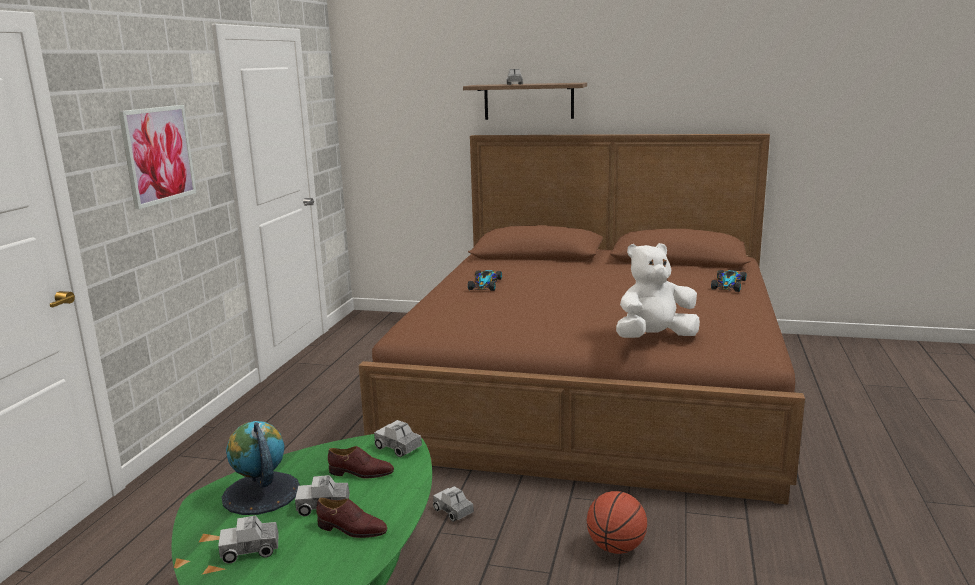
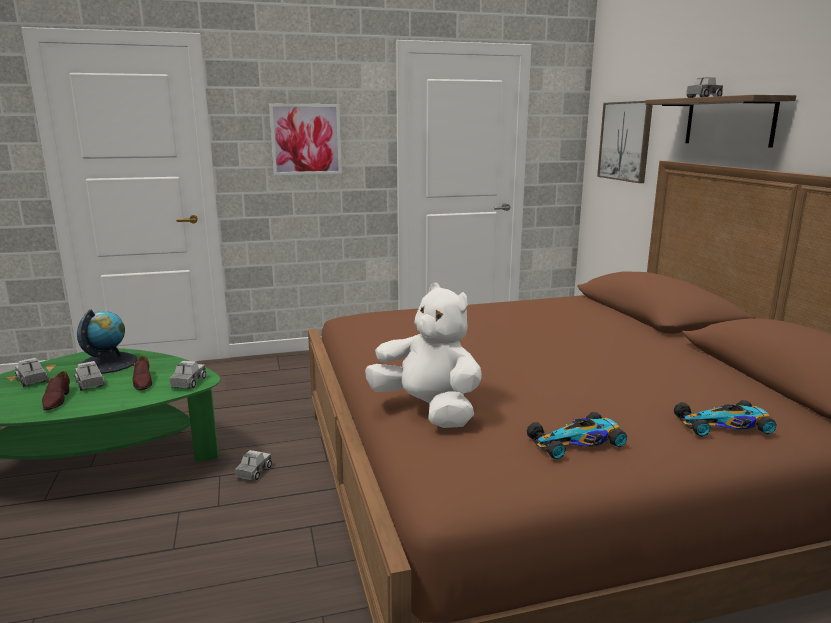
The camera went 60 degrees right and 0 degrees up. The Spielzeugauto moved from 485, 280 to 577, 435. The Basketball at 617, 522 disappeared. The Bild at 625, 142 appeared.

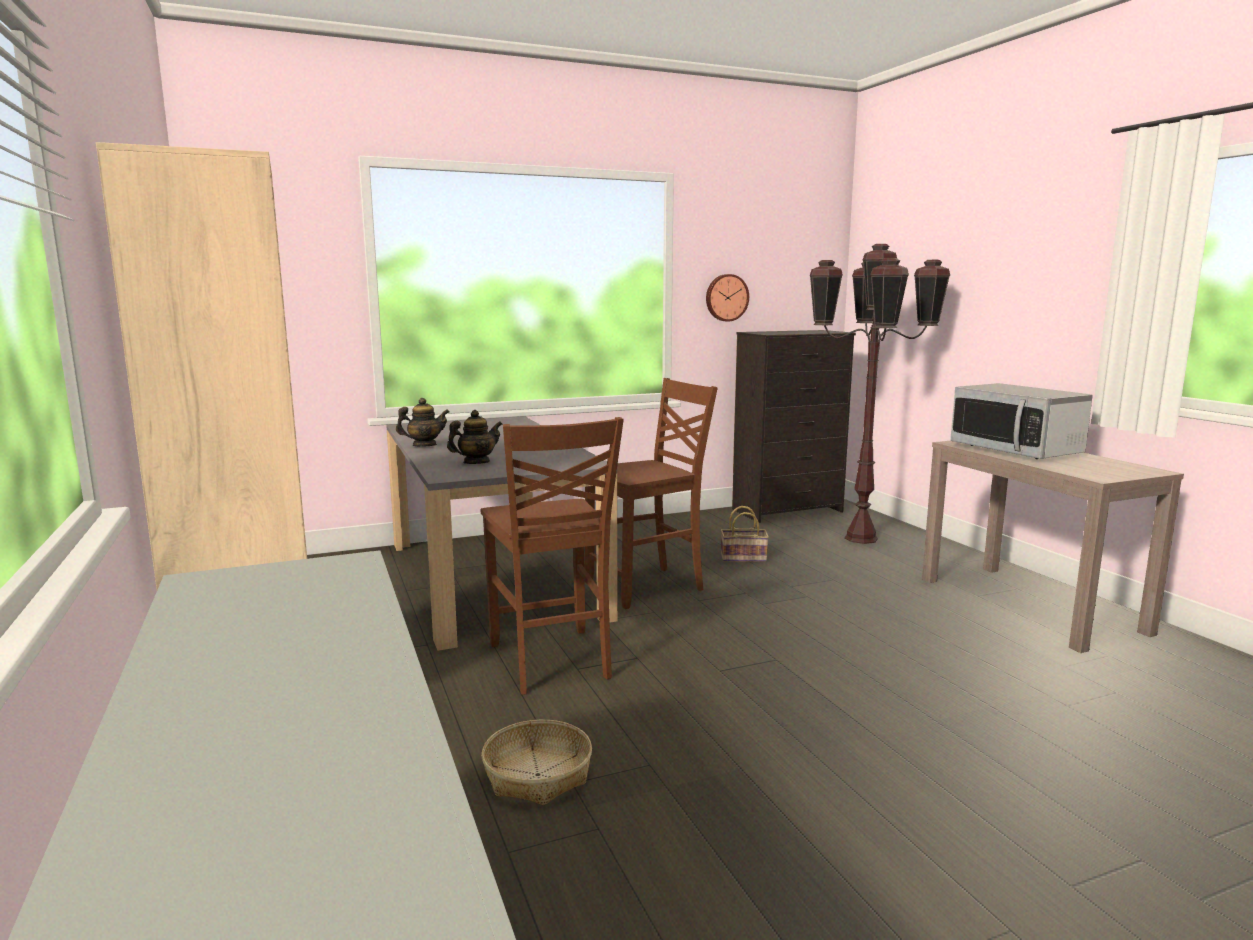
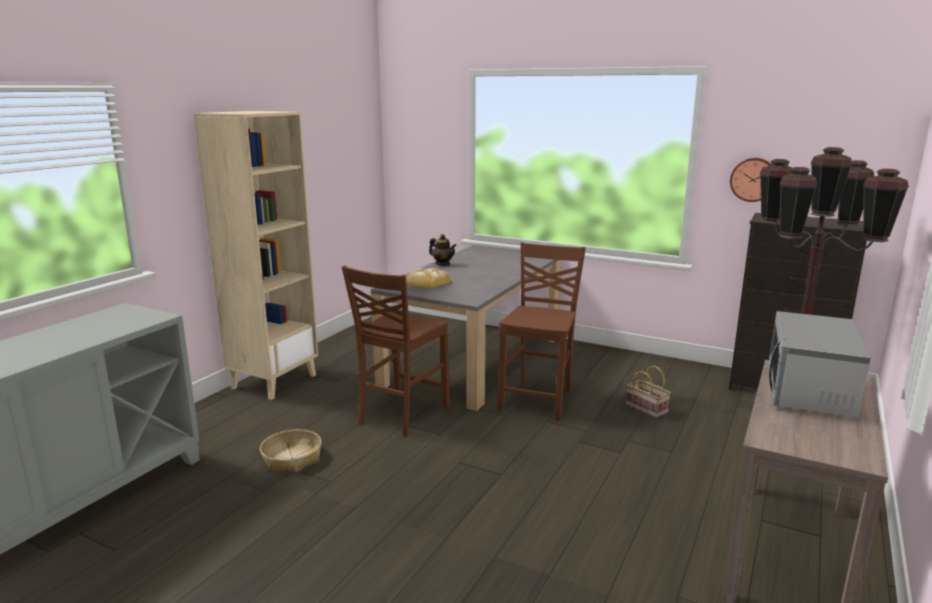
The camera went 50 degrees right and 5 degrees up. The Stuhl (braun) at 651, 493 turned 90 degrees counterclockwise. The Teekanne at 475, 437 was replaced by the Brot at 428, 278.

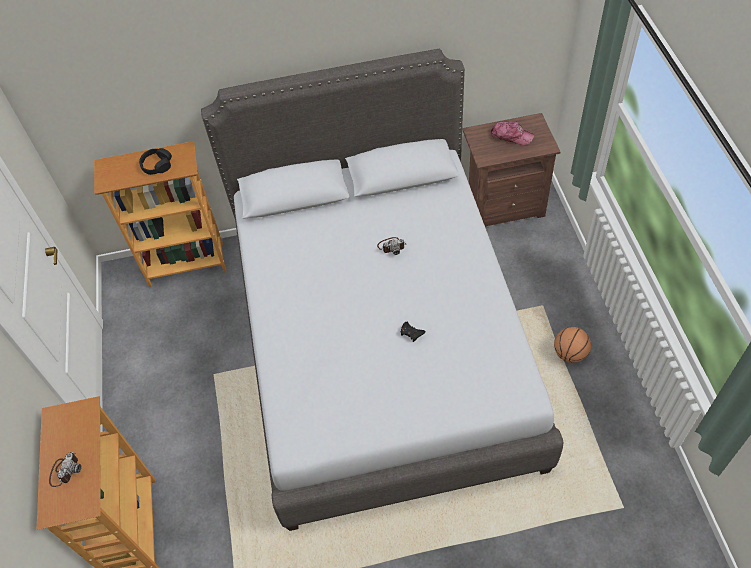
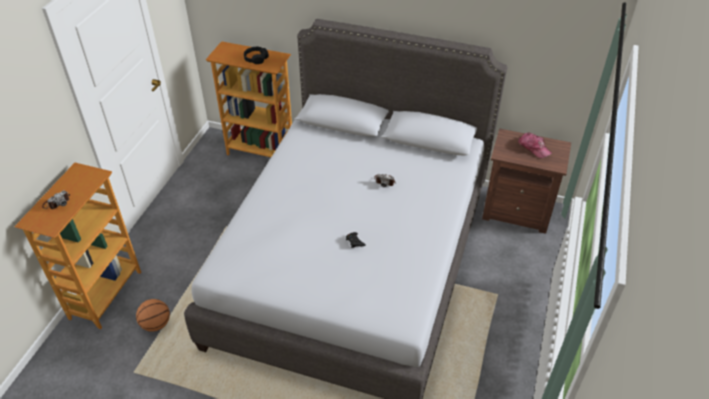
The camera went 25 degrees right and 10 degrees down. The Basketball moved from 572, 345 to 153, 315.

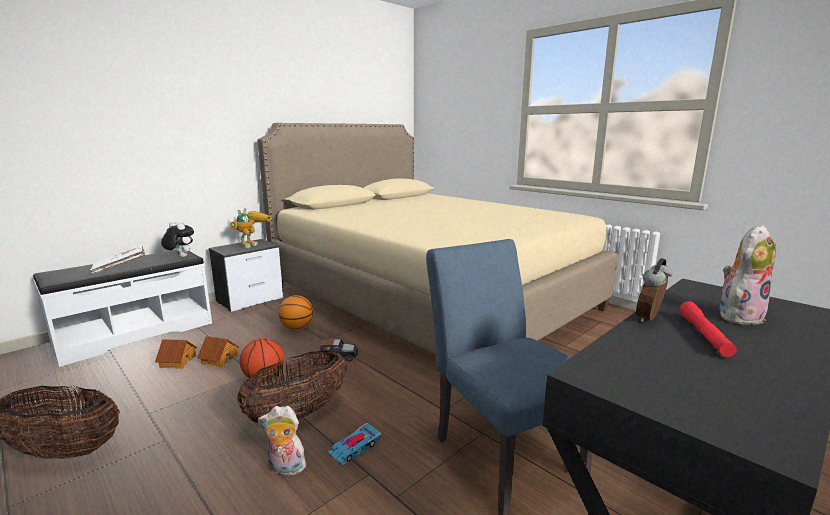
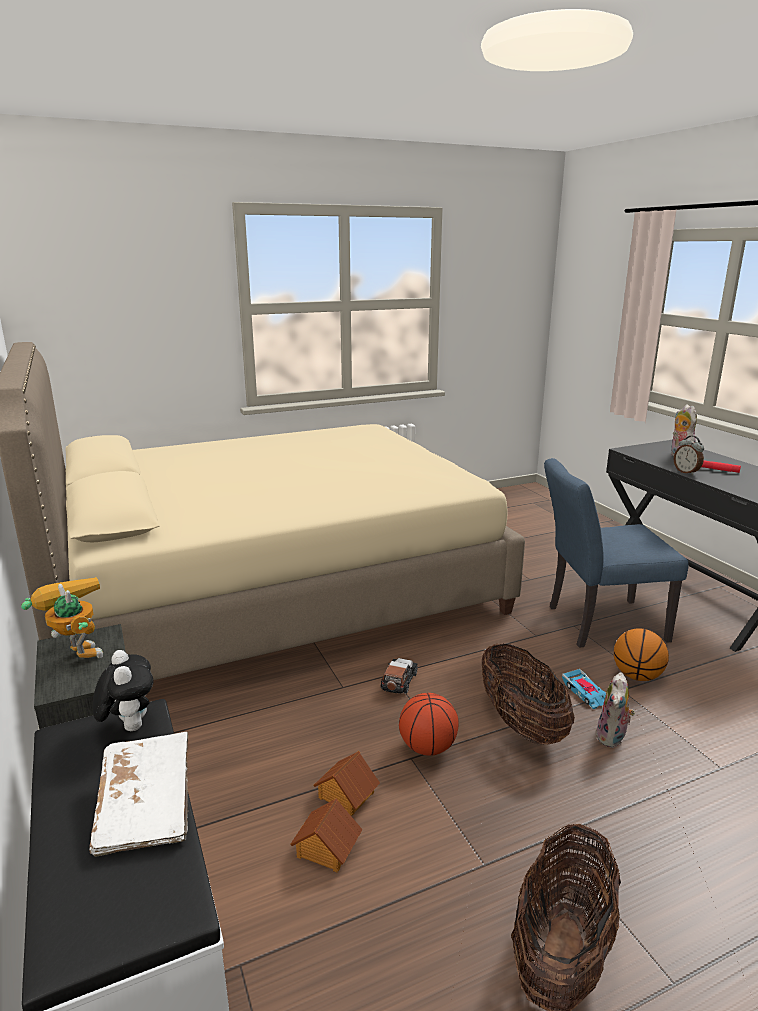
The camera went 70 degrees left and 5 degrees up. The Plüschtier at 177, 239 turned 105 degrees clockwise. The Basketball moved from 295, 312 to 641, 654.

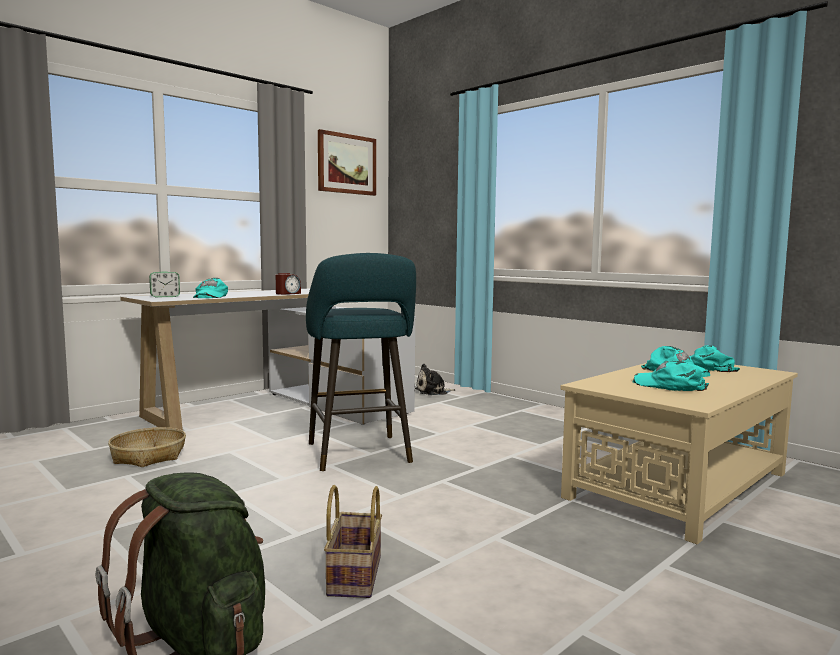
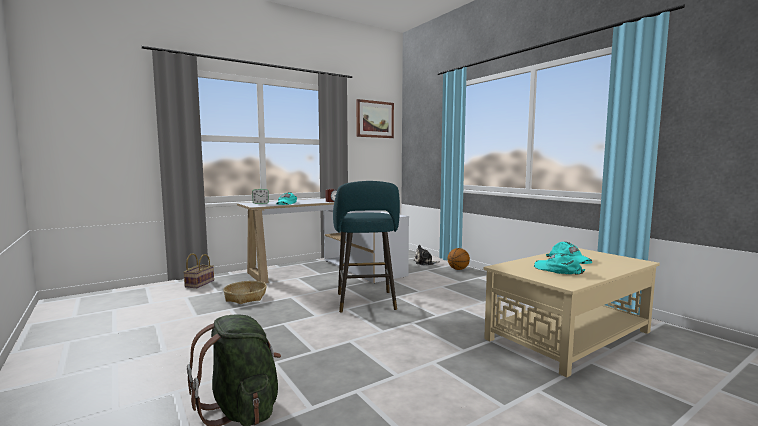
The camera went 10 degrees right and 0 degrees up. The Kappe (türkis) at 714, 358 disappeared. The Korb moved from 353, 541 to 198, 270. The Basketball at 459, 259 appeared.

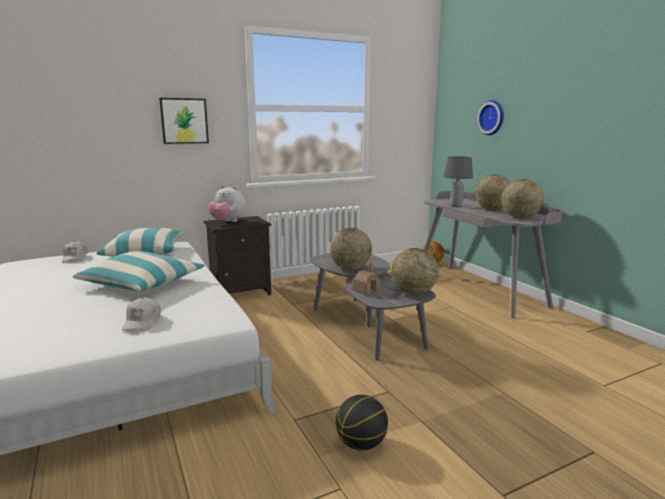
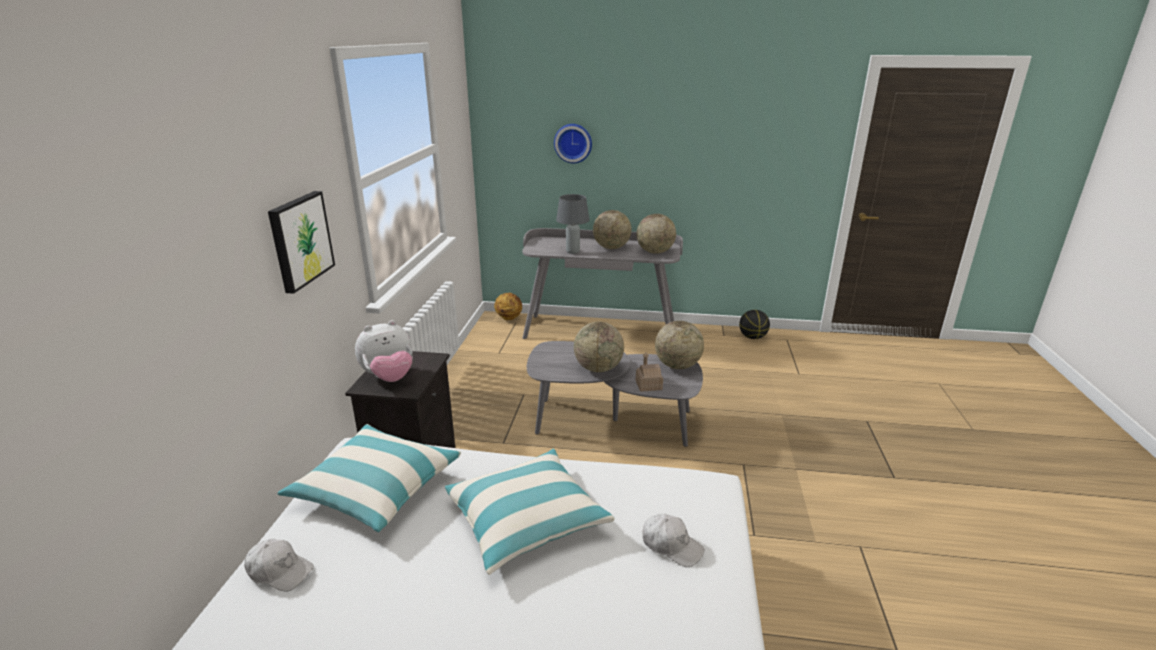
The camera went 55 degrees left and 10 degrees up. The Basketball moved from 362, 422 to 754, 324.

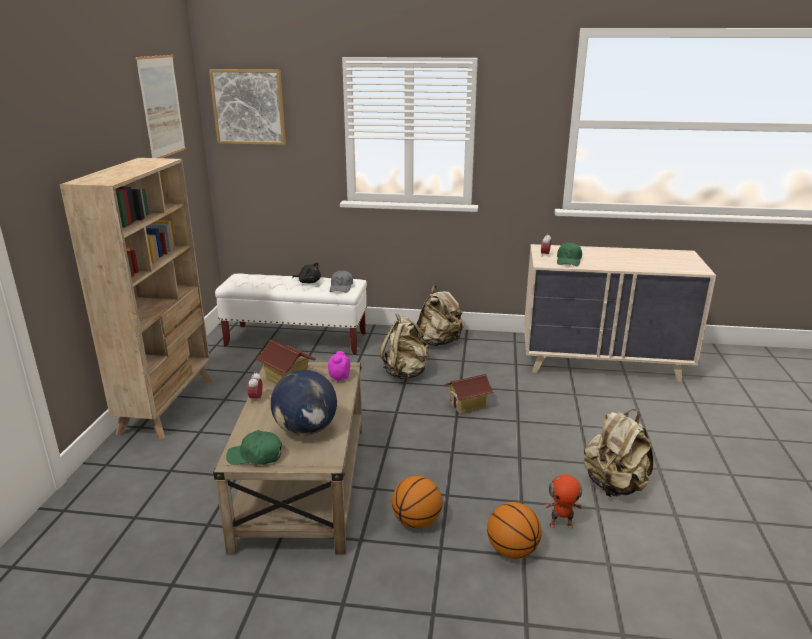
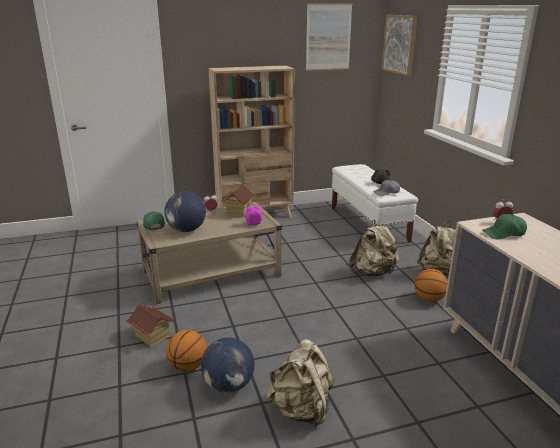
The camera went 65 degrees right and 0 degrees up. The Spielzeughaus moved from 469, 394 to 150, 325. The Spielzeugroboter at 563, 500 was replaced by the Globus at 228, 365. The Basketball moved from 417, 502 to 431, 285.

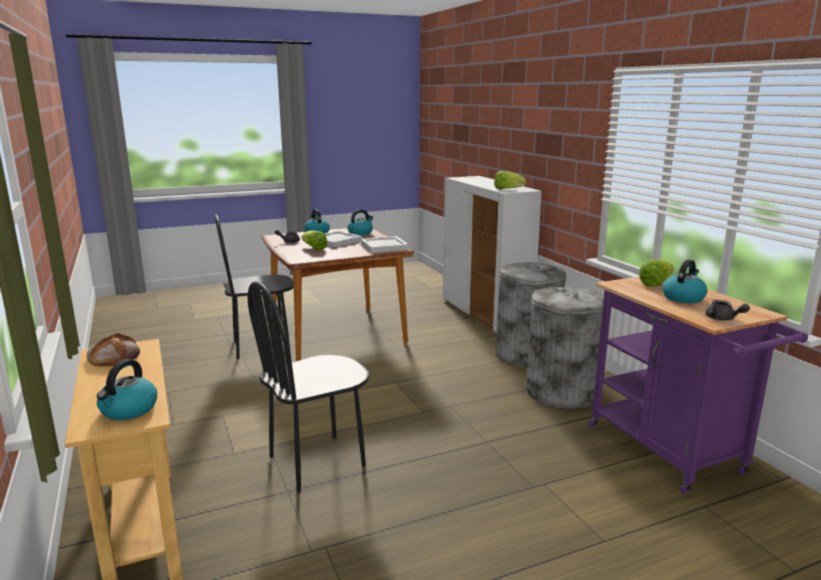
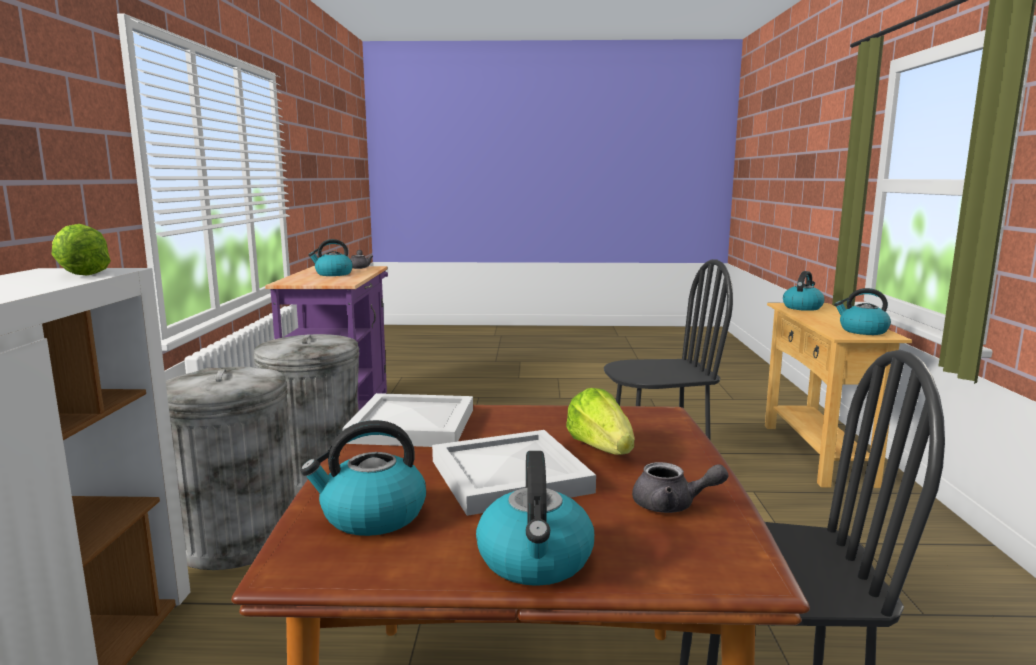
The camera went 155 degrees left and 5 degrees down. The Salatkopf at 656, 273 disappeared. The Brot at 113, 349 was replaced by the Wasserkessel at 862, 311.

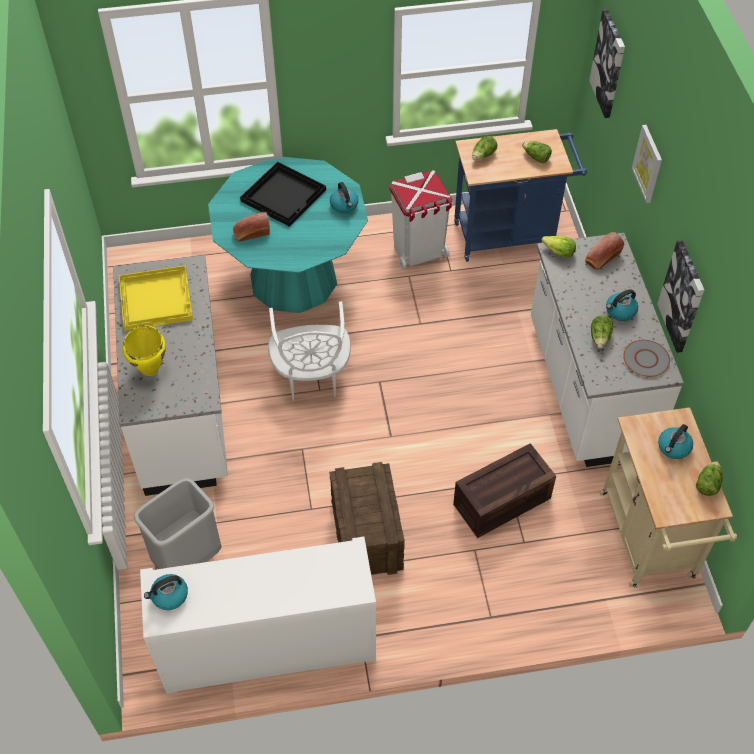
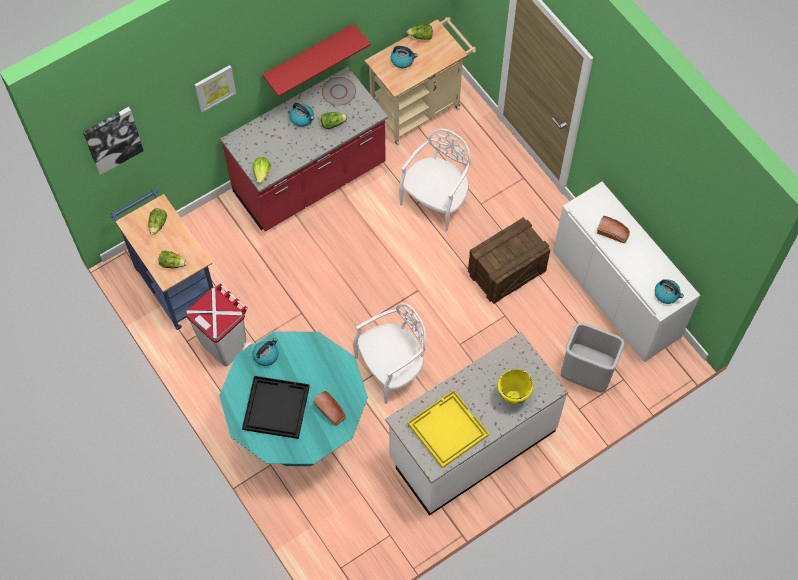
The camera went 115 degrees left and 10 degrees up. The Brot moved from 604, 251 to 613, 229. The Küchenzeile (weiß) at 607, 350 became the Küchenzeile (rot) at 304, 149. The Bild at 680, 296 was replaced by the Wandregal (rot) at 316, 60. The Kiste at 504, 490 was replaced by the Stuhl (weiß) at 435, 180.

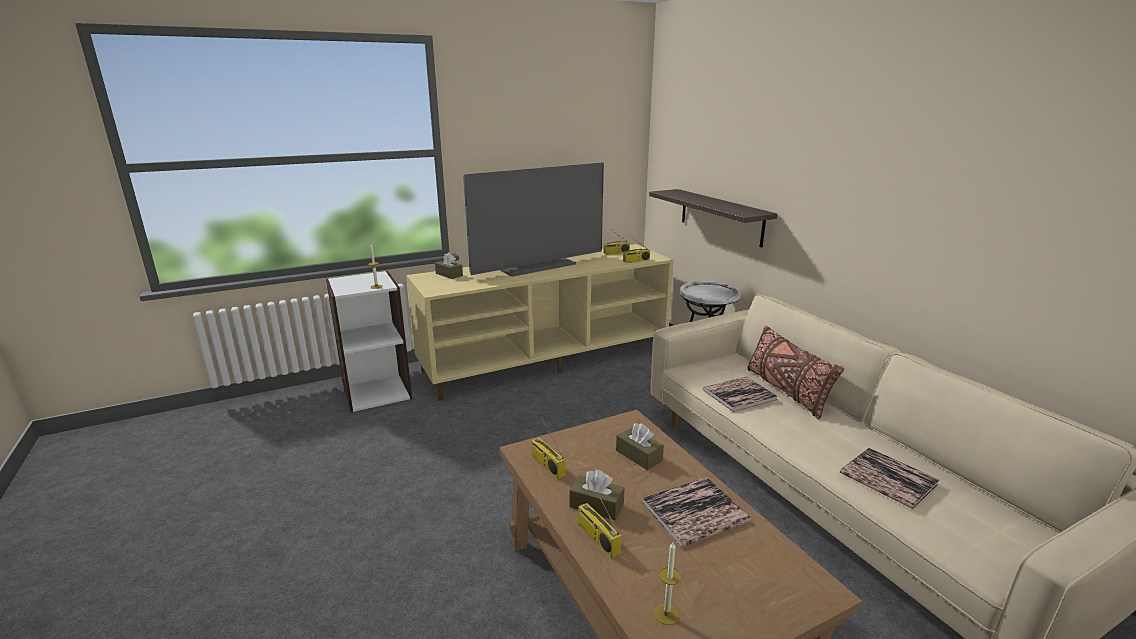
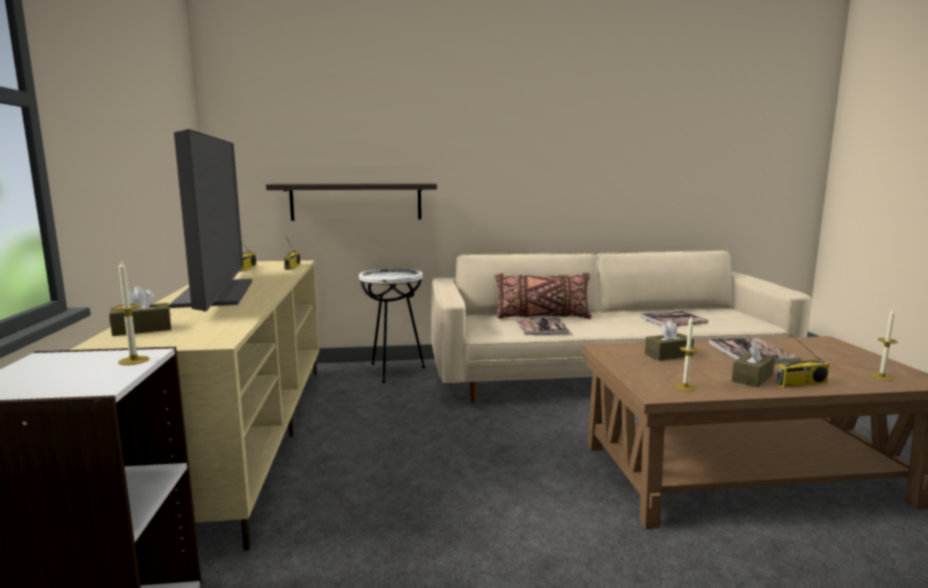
The camera went 70 degrees left and 10 degrees down. The Radio at 548, 447 was replaced by the Kerze at 686, 353.

